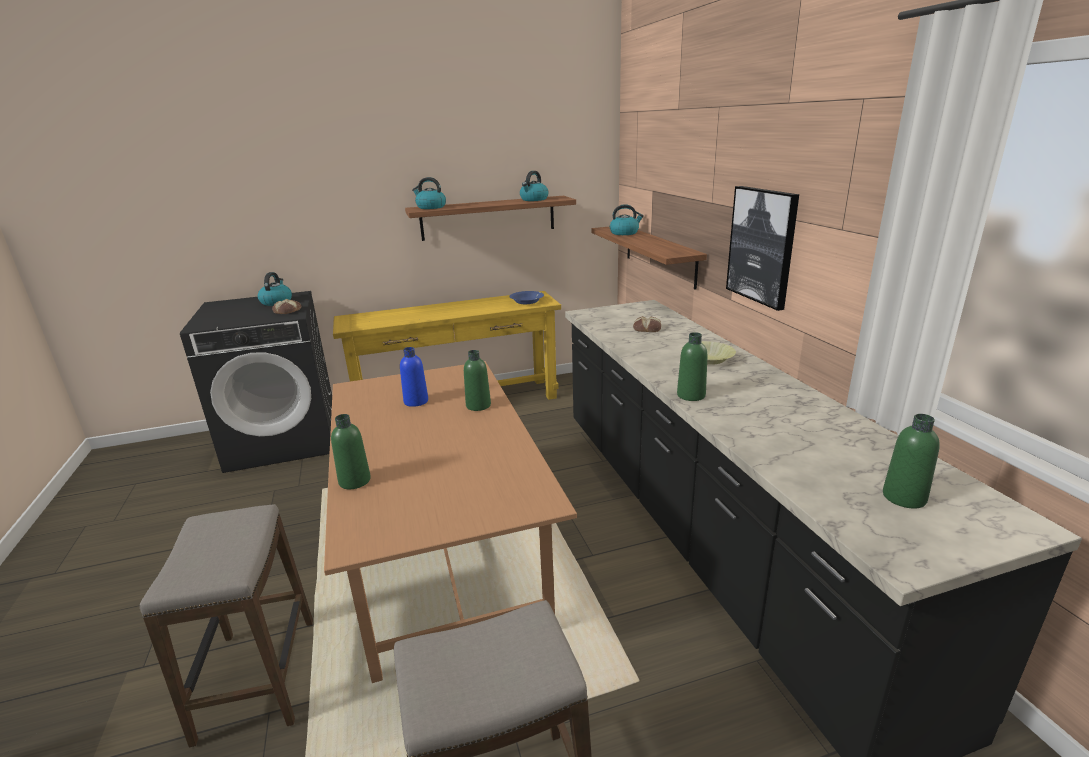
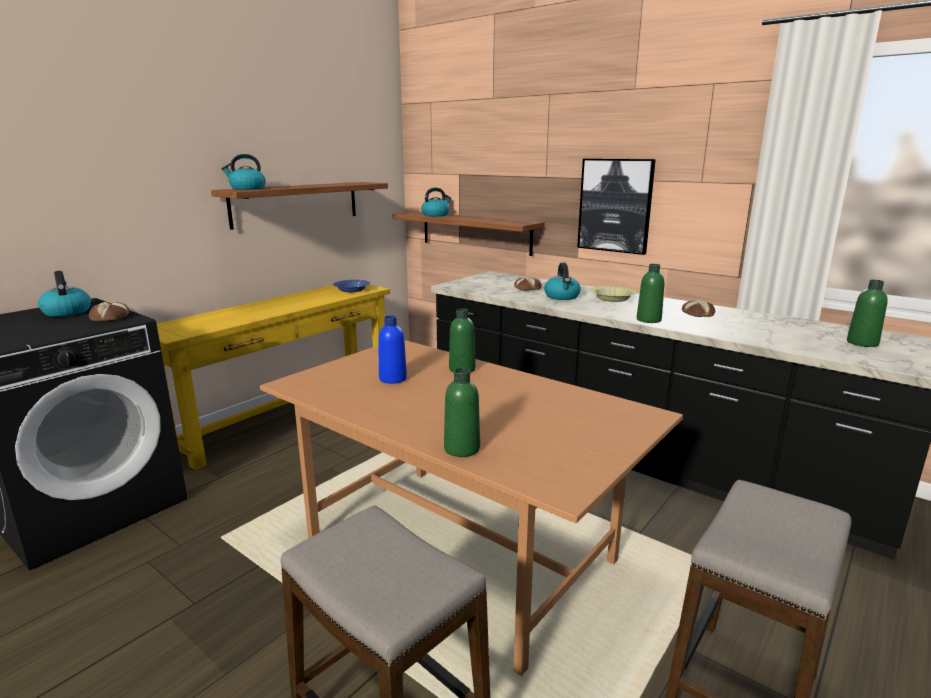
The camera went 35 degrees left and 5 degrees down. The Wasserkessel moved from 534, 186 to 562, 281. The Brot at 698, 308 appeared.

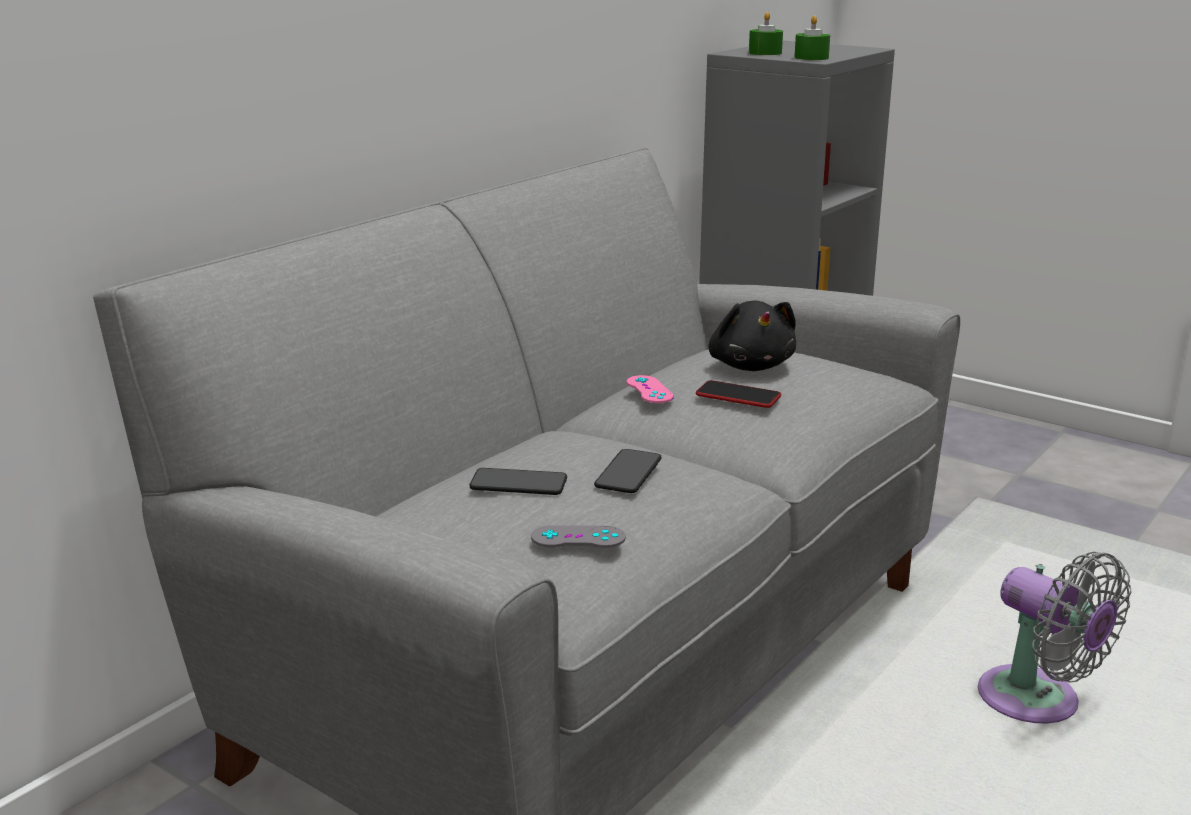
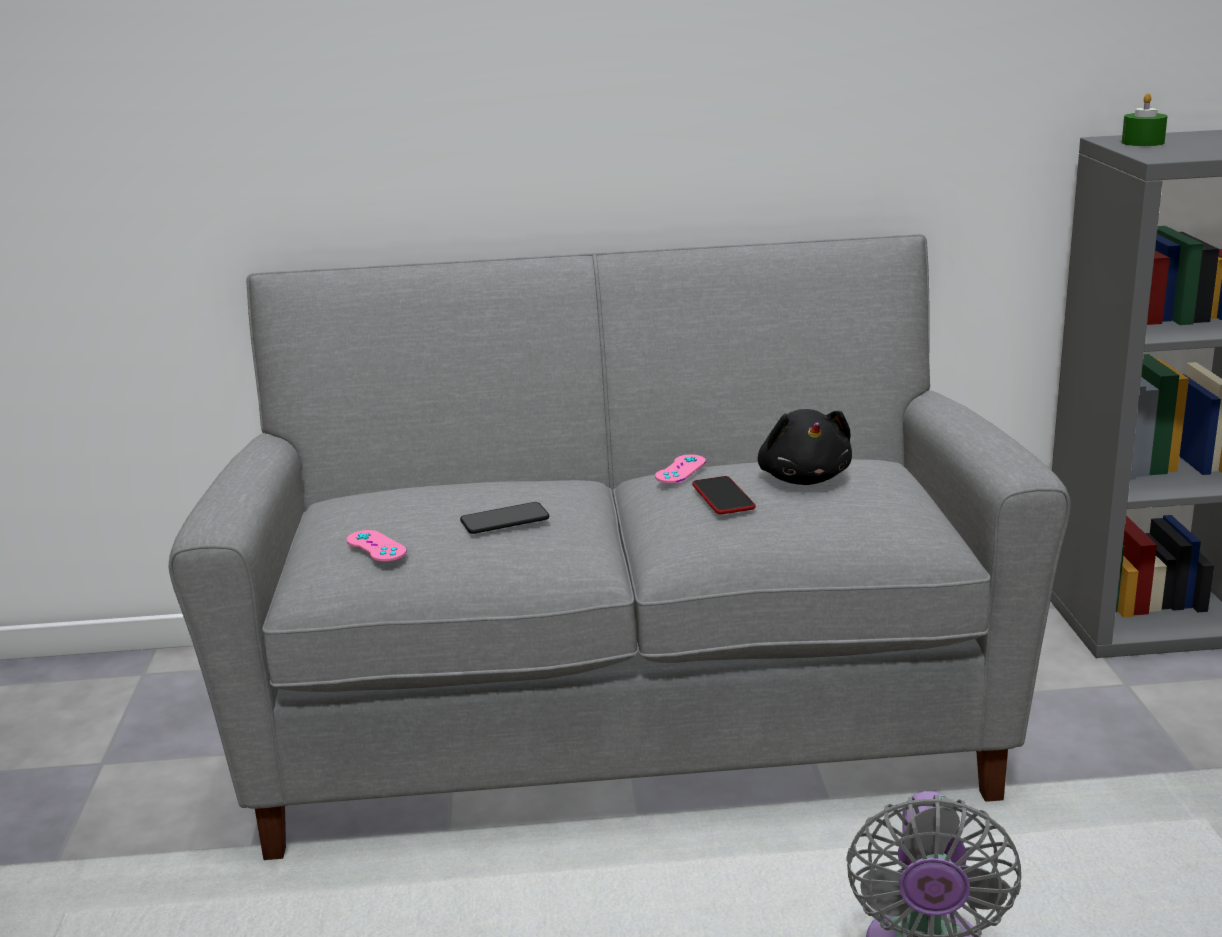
The camera went 50 degrees right and 0 degrees up. The Kerze (grün) at 812, 37 disappeared. The Plüschtier (schwarz) at 752, 335 turned 45 degrees counterclockwise. The Handy at 518, 481 disappeared. The Gamepad (grau) at 578, 536 became the Gamepad (rosa) at 377, 546.

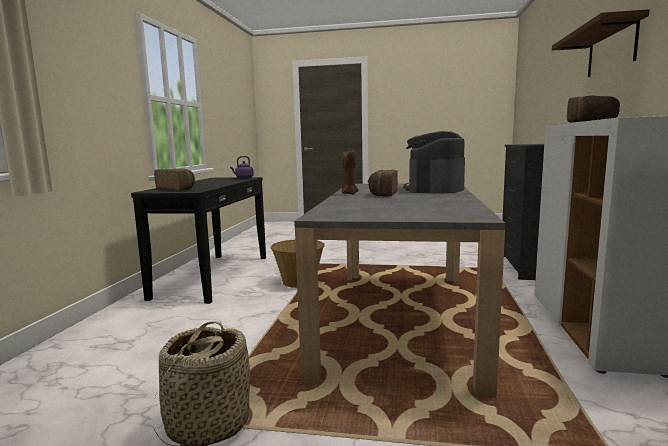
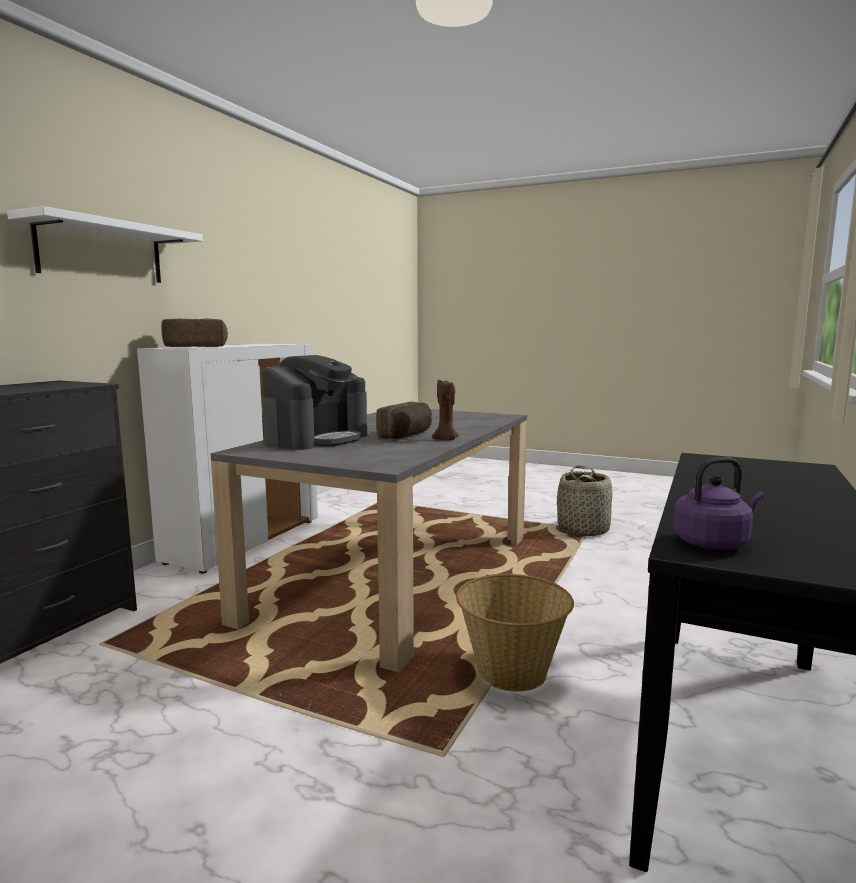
The camera went 165 degrees left and 0 degrees up. The Wandregal (braun) at 600, 43 became the Wandregal (weiß) at 105, 244. The Brot at 174, 179 disappeared.

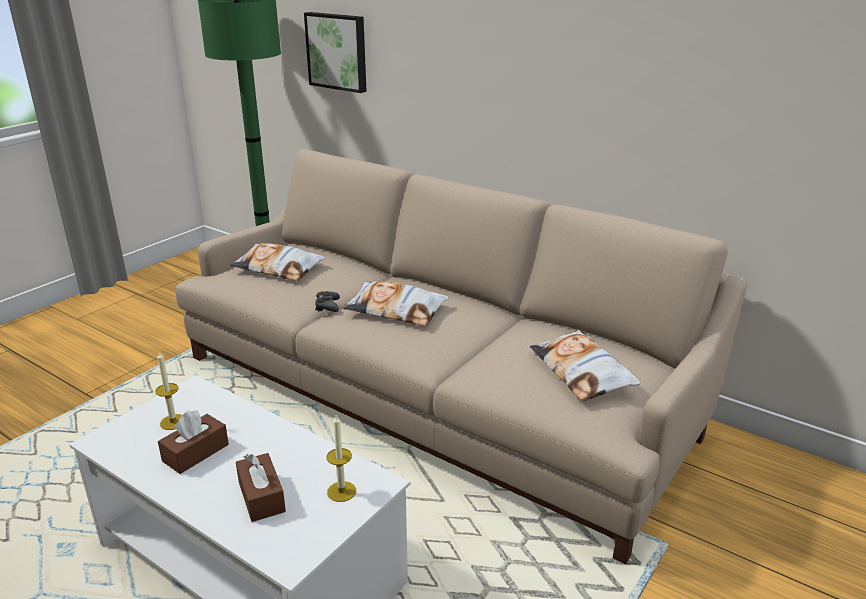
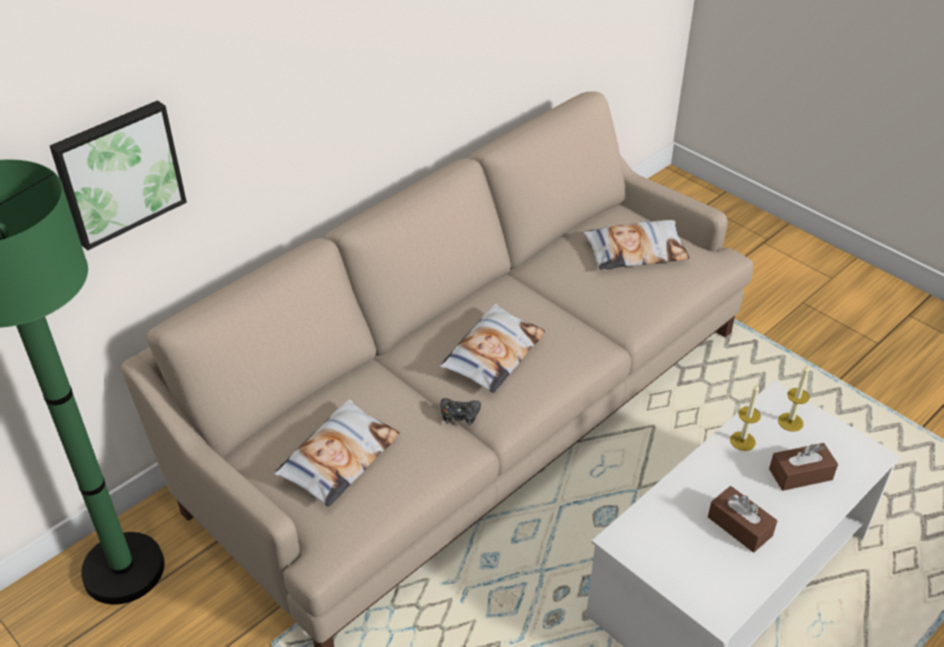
The camera went 80 degrees left and 15 degrees up. The Kerze moved from 168, 390 to 745, 417.

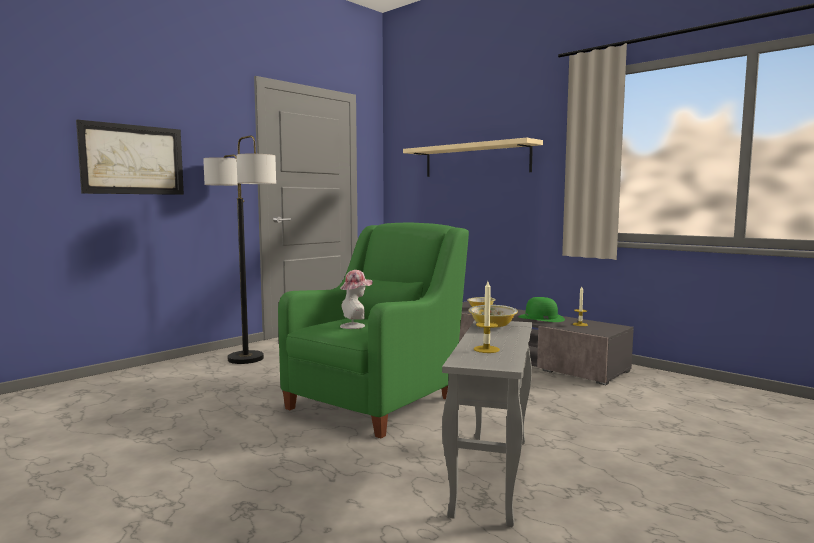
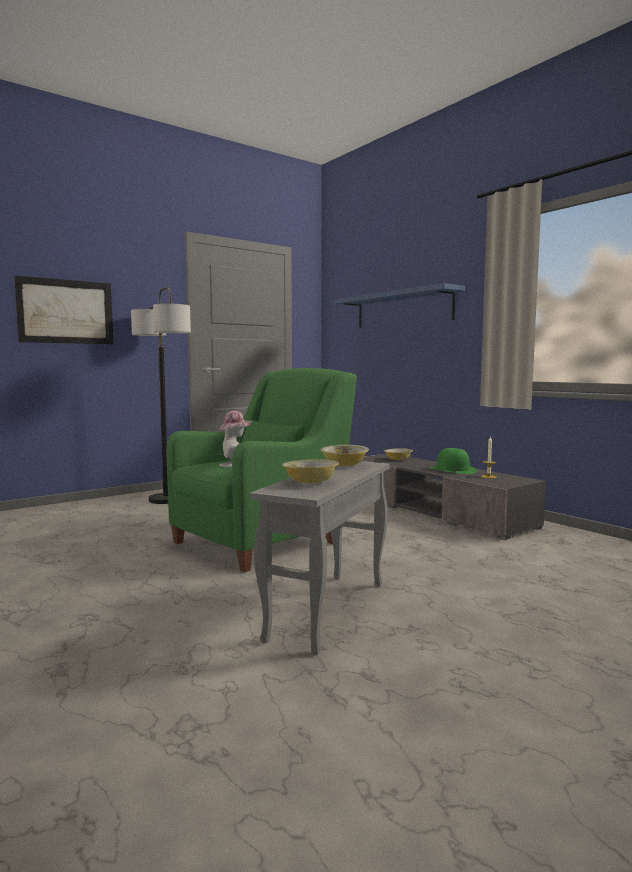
The camera went 10 degrees right and 0 degrees up. The Wandregal (beige) at 473, 157 became the Wandregal (blau) at 399, 305. The Kerze at 487, 317 was replaced by the Schüssel at 310, 471.

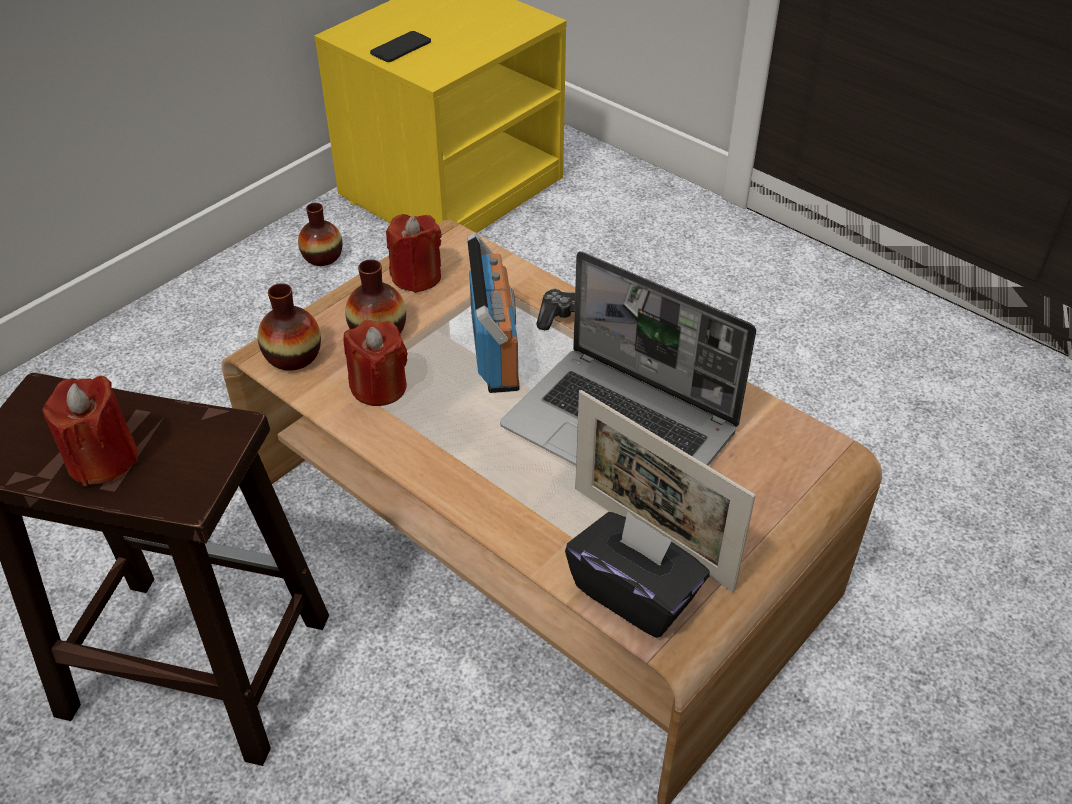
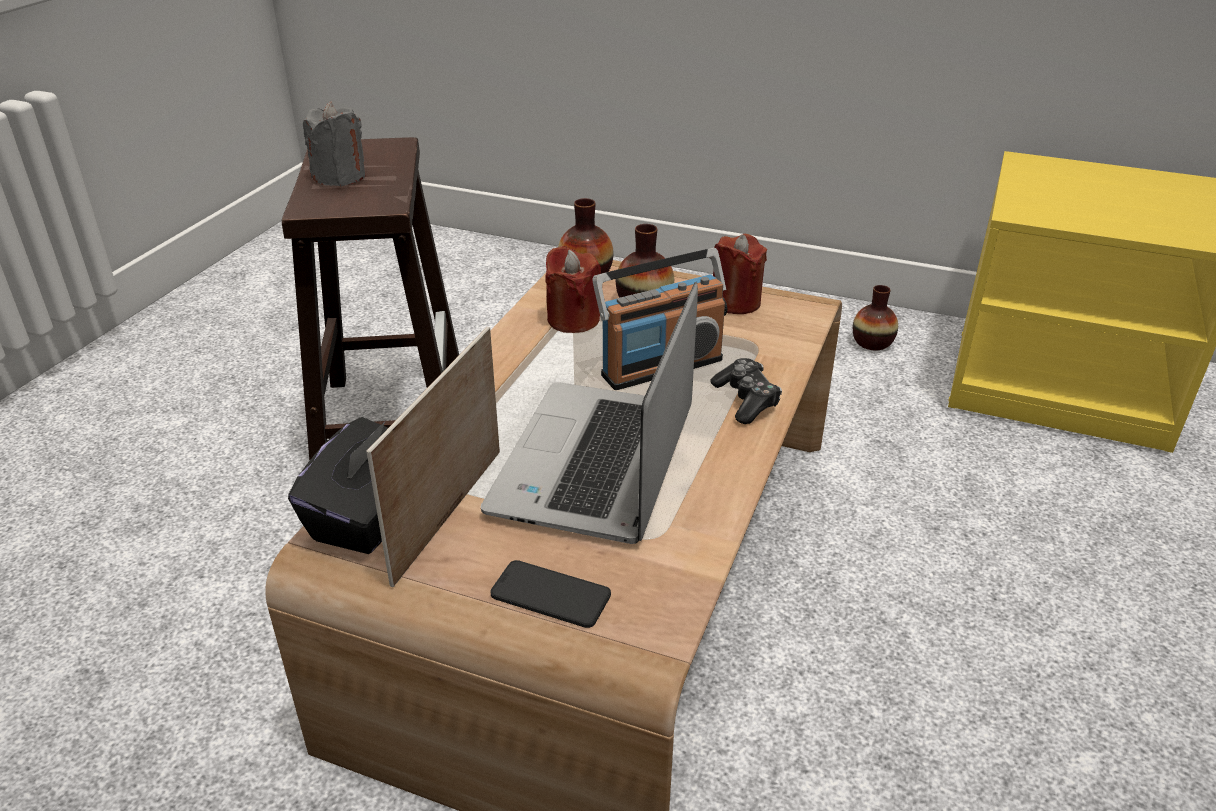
The camera went 70 degrees right and 10 degrees down. The Handy moved from 400, 46 to 550, 594. The Kerze (rot) at 90, 431 became the Kerze (grau) at 334, 143.

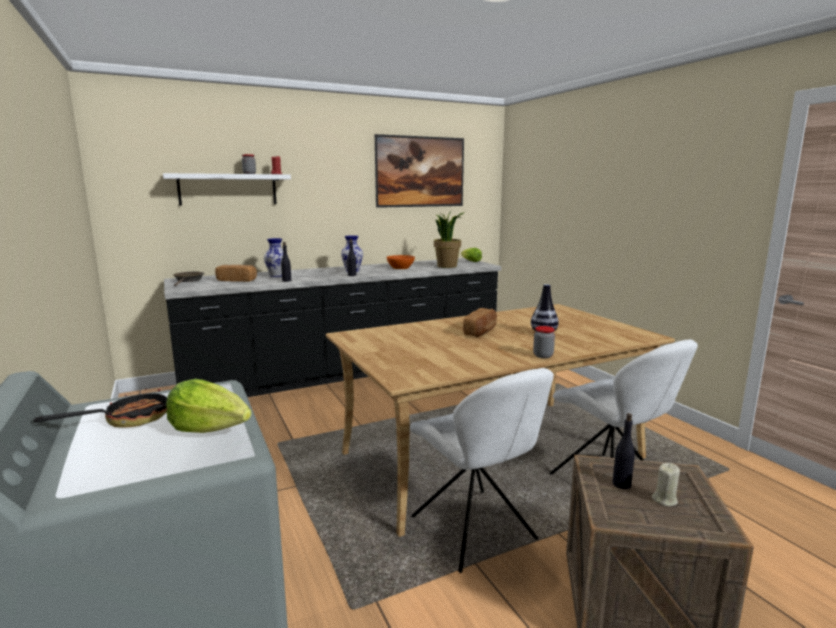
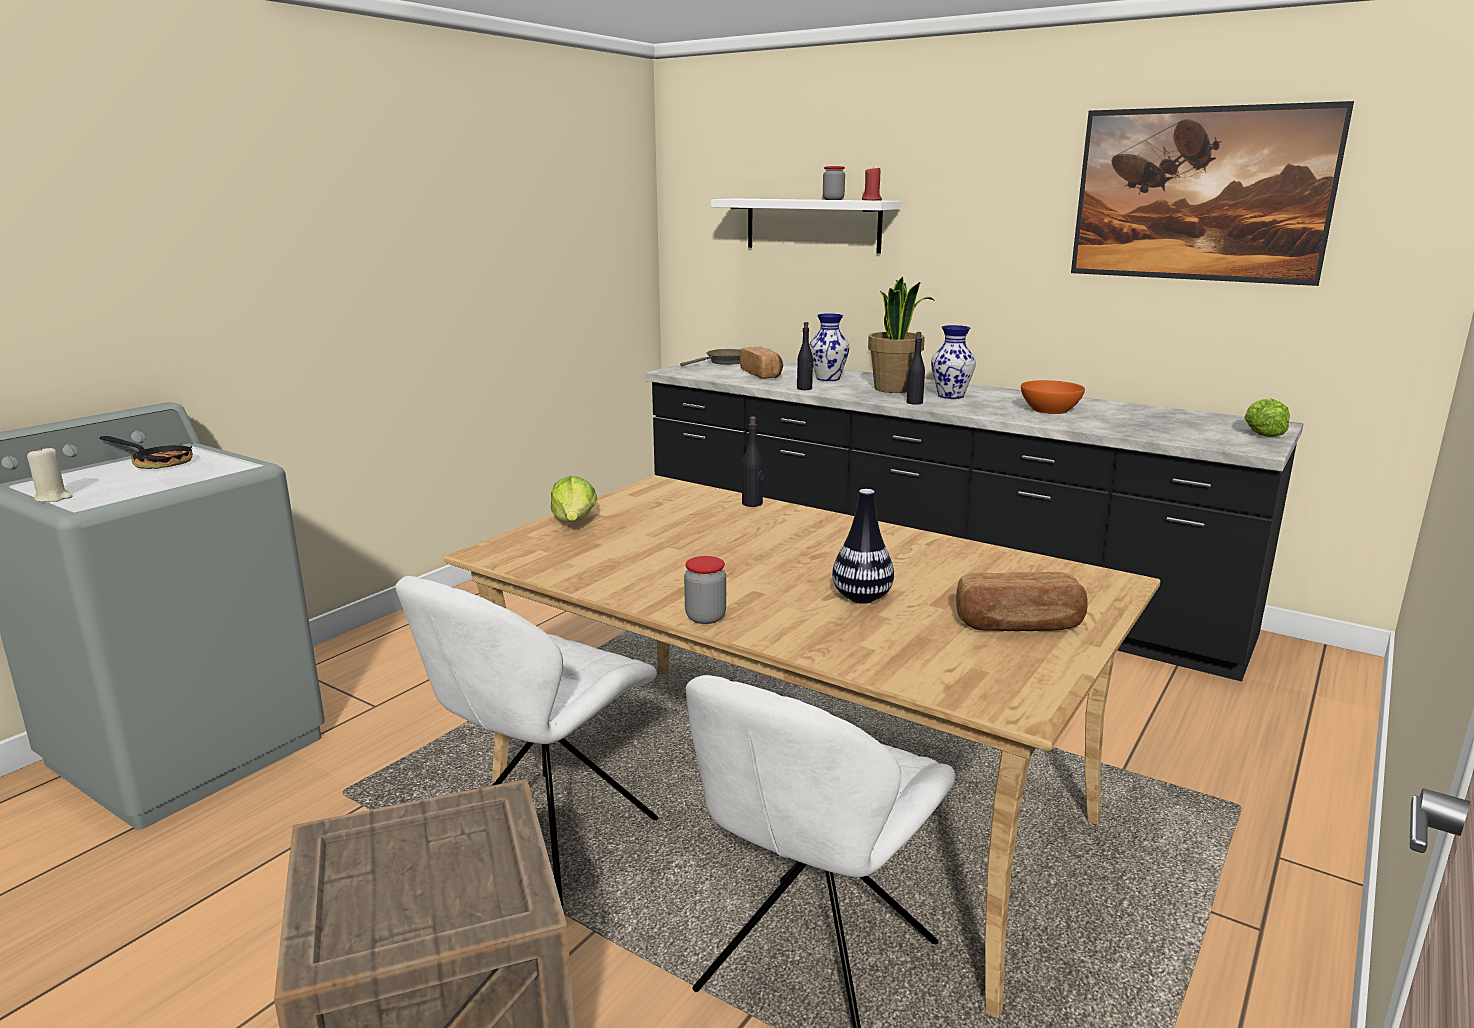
The camera went 60 degrees right and 5 degrees up. The Topfpflanze moved from 449, 240 to 901, 335. The Brot moved from 480, 322 to 1022, 601. The Salatkopf moved from 209, 406 to 574, 499. The Flasche (schwarz) moved from 623, 451 to 753, 461. The Kerze (beige) moved from 666, 484 to 50, 474.

